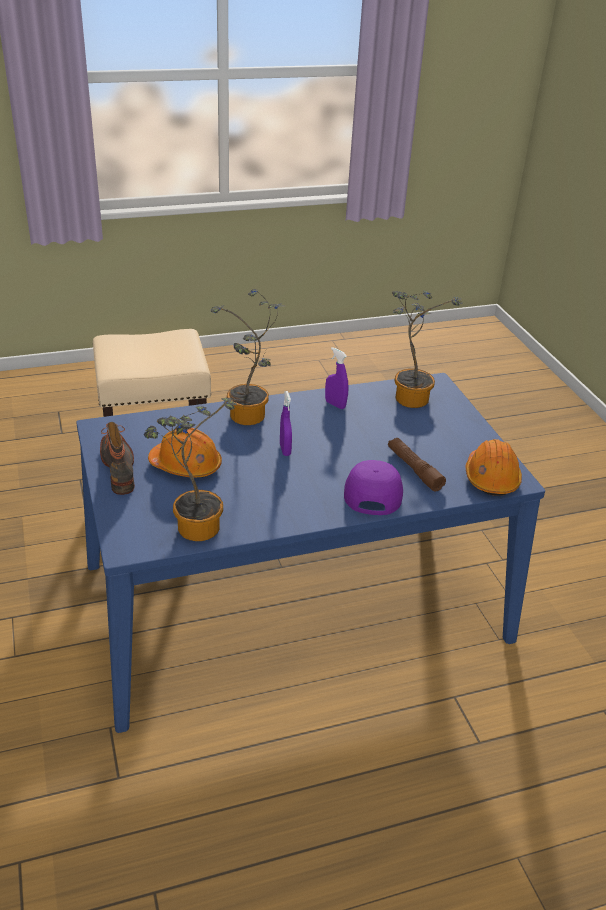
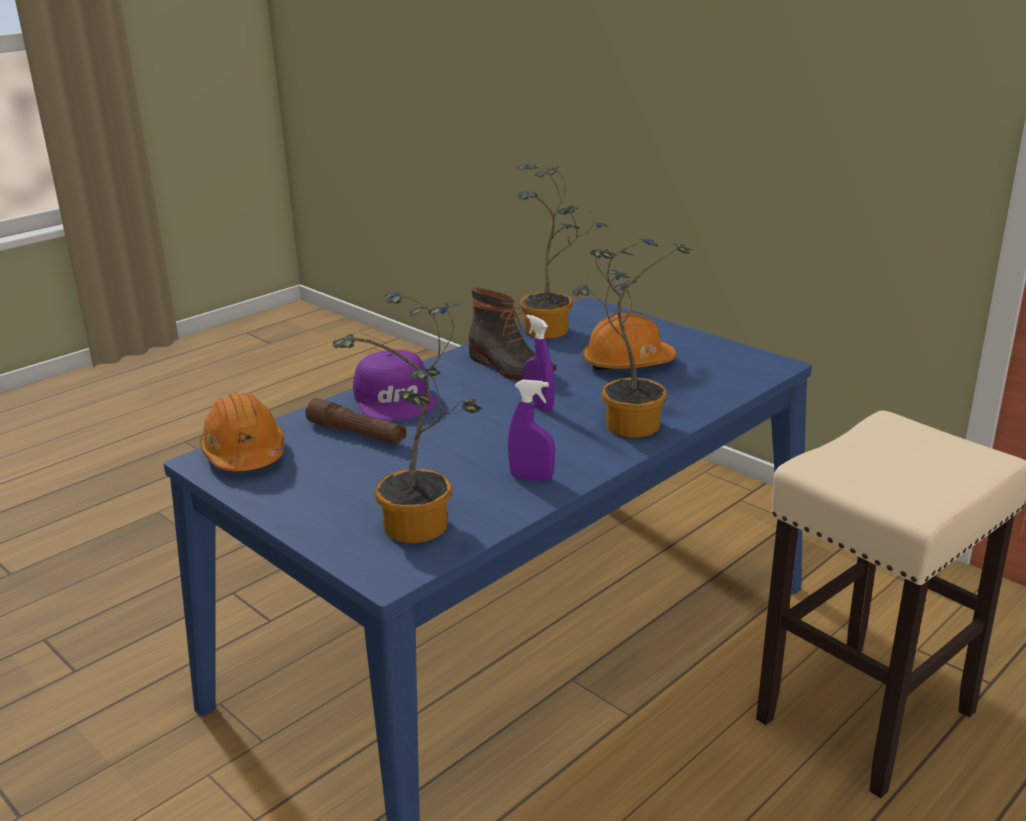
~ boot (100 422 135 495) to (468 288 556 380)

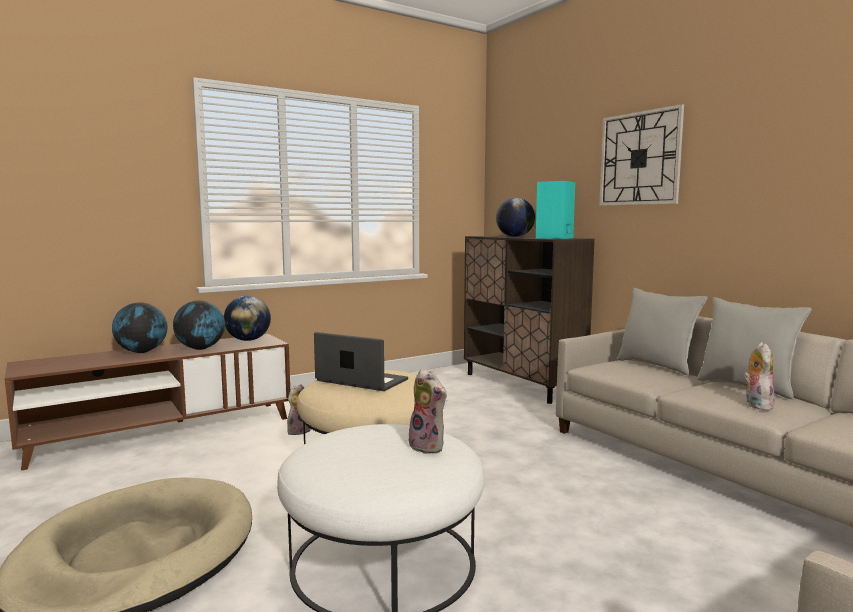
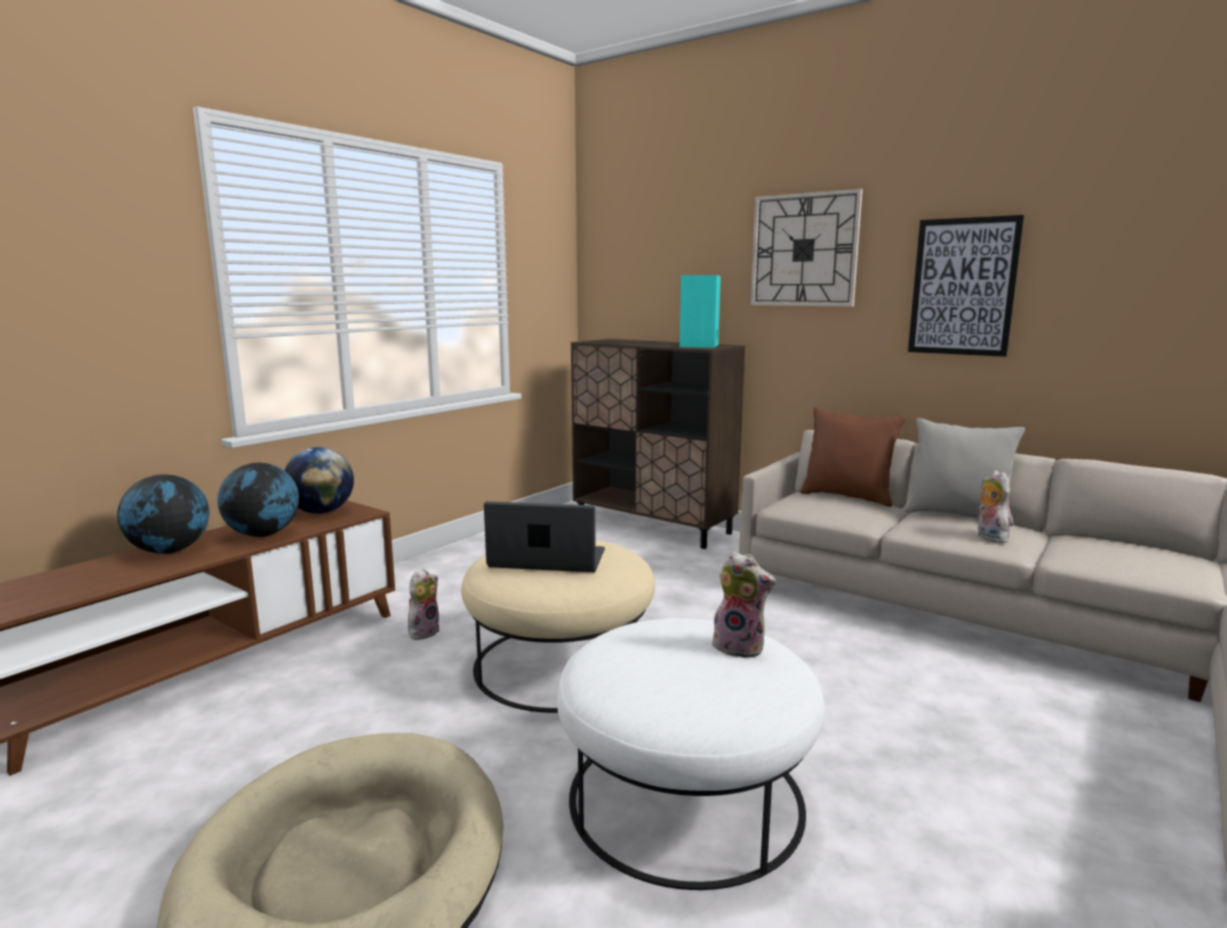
~ greyish cushion (617 288 708 375) to brownish cushion (800 407 906 507)
+ wall art (908 215 1024 357)
- globe (496 198 535 237)

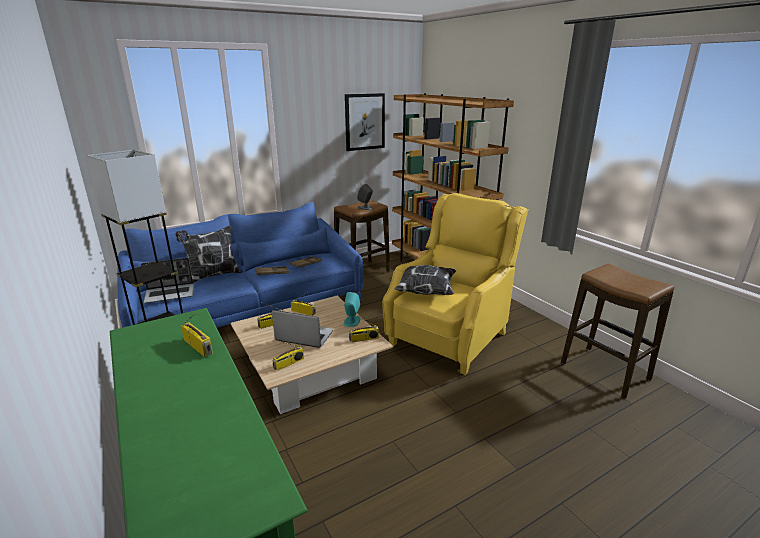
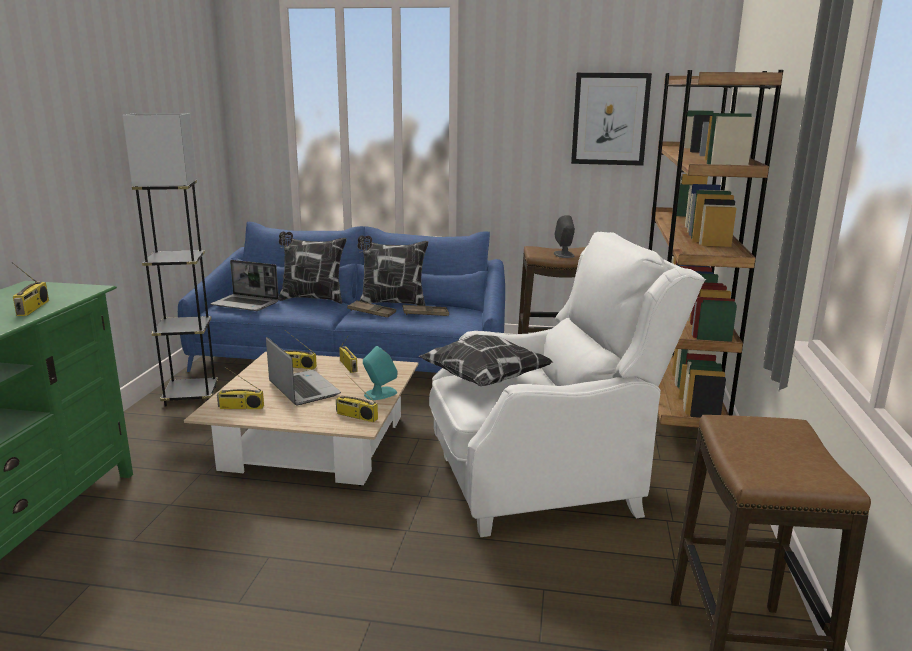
+ cushion (357 235 428 306)
~ yellowish armchair (382 193 529 375) to white armchair (429 232 706 537)

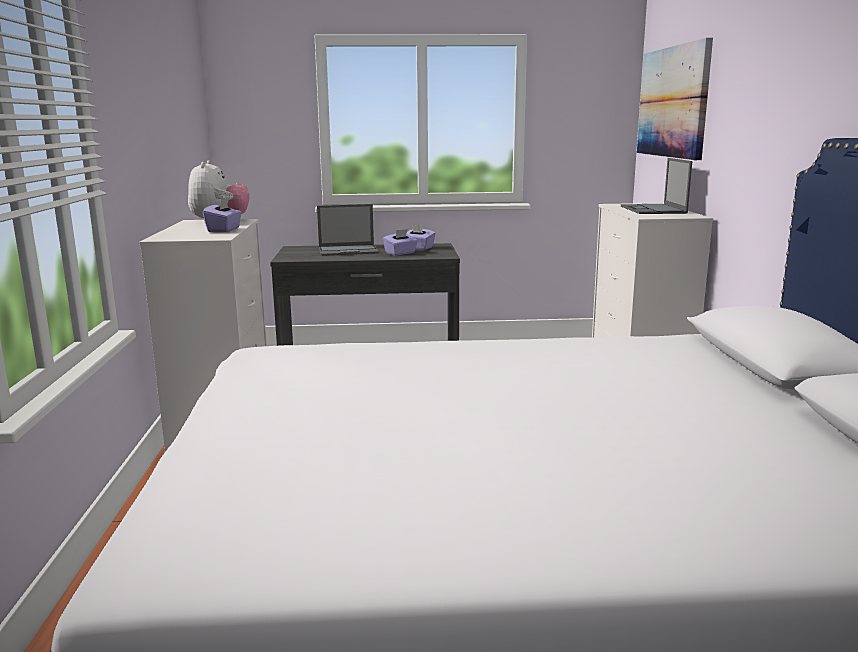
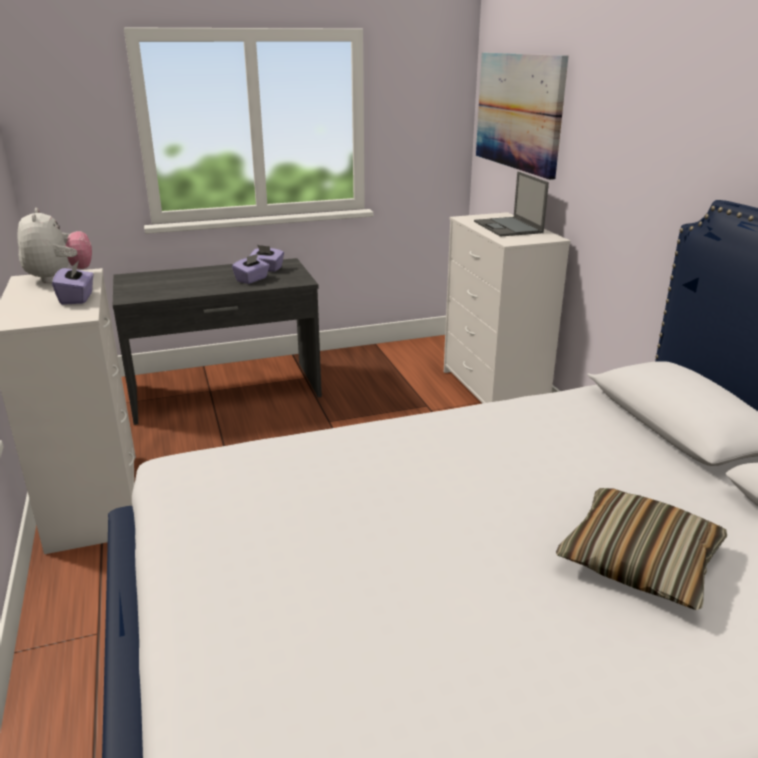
+ cushion (556 488 727 610)
- notebook computer (317 204 379 256)

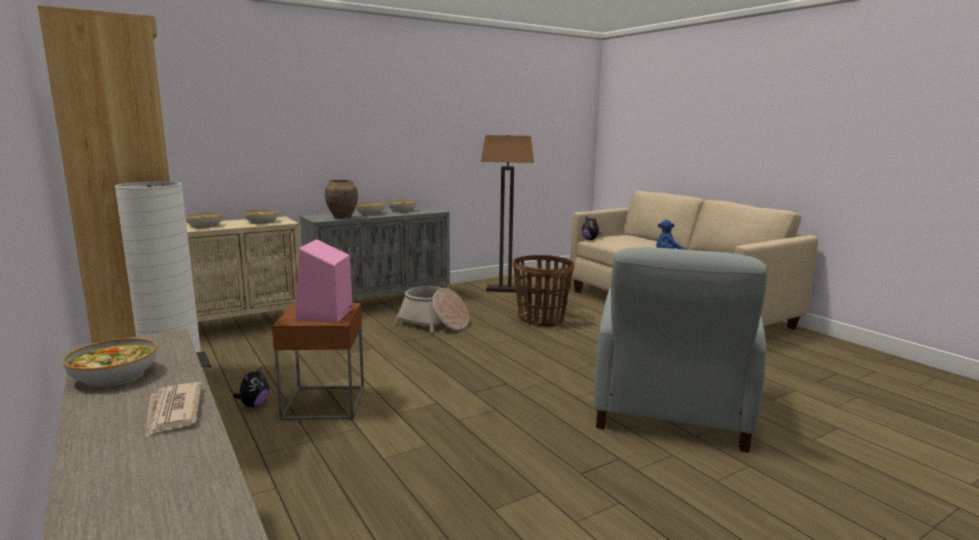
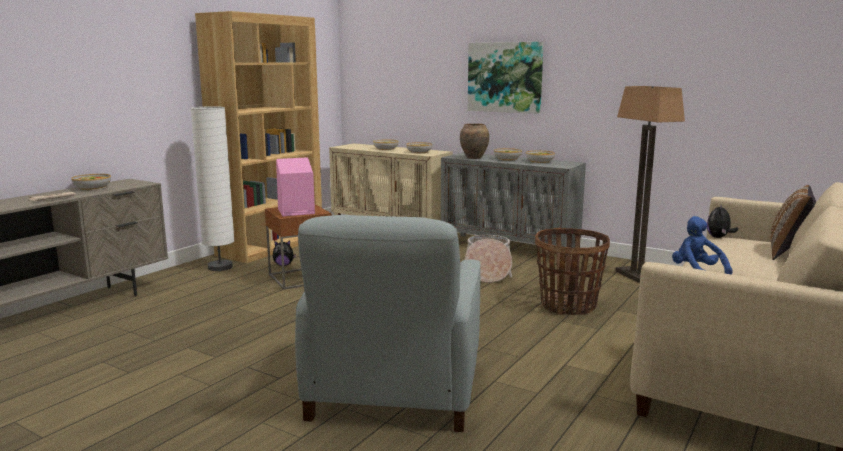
~ greyish armchair (594 247 767 453) = (295 215 481 432) 75 degrees counterclockwise
+ wall art (468 42 544 114)
+ brownish cushion (771 185 816 260)

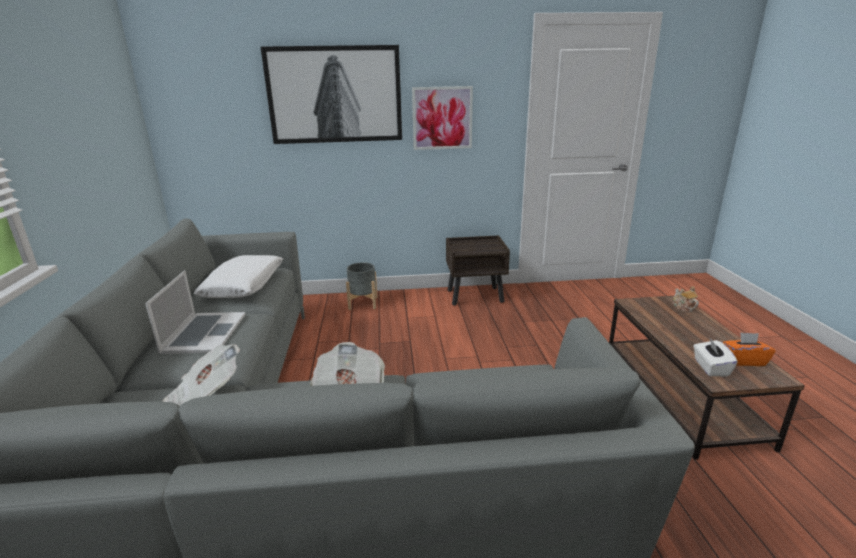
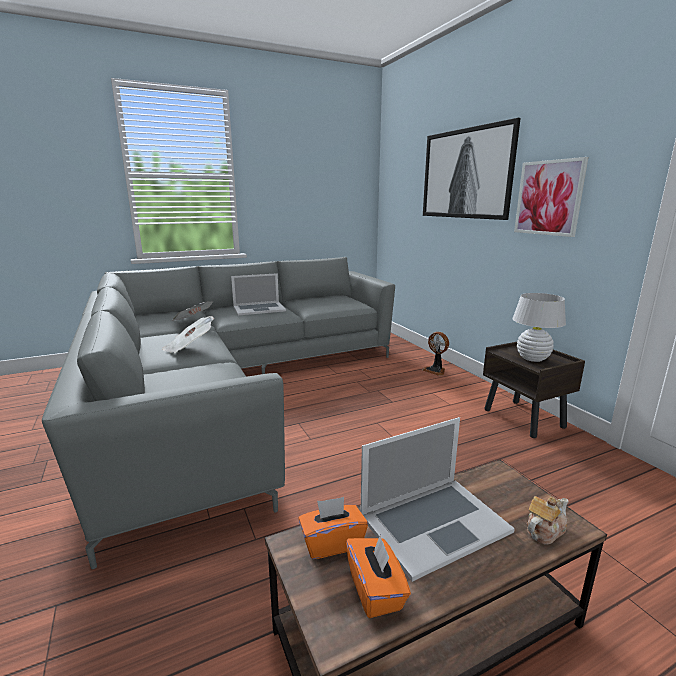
~ white tissue holder (693 338 737 377) to orange tissue holder (298 497 368 559)
+ notebook computer (361 417 515 582)
~ greyish plant pot (346 262 378 310) to fan (422 332 449 376)
+ white table lamp (512 293 566 362)
- white cushion (194 255 283 298)

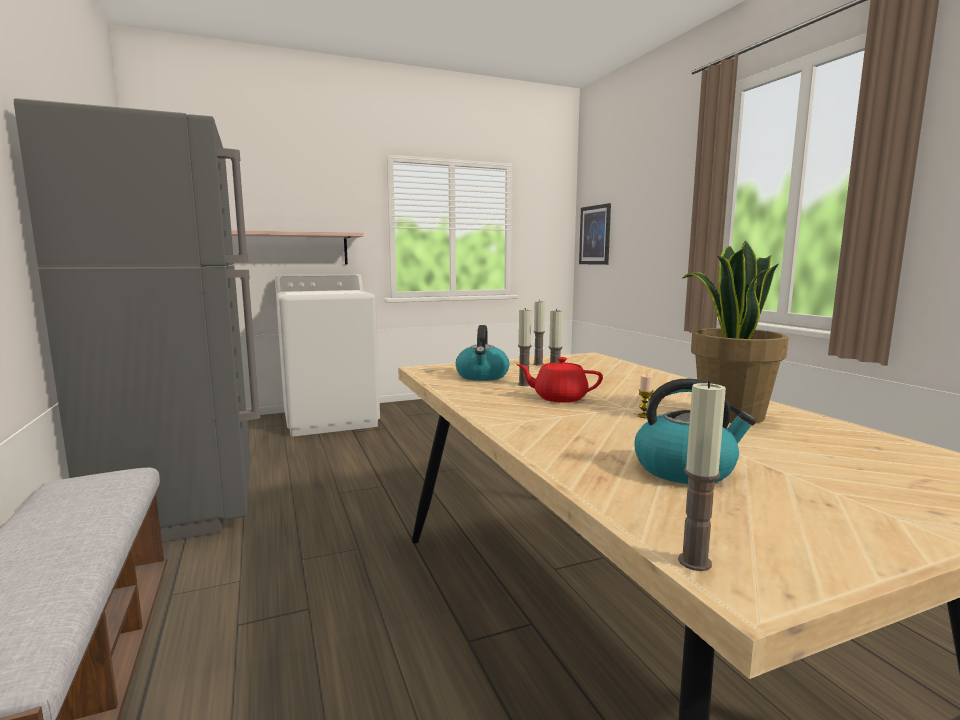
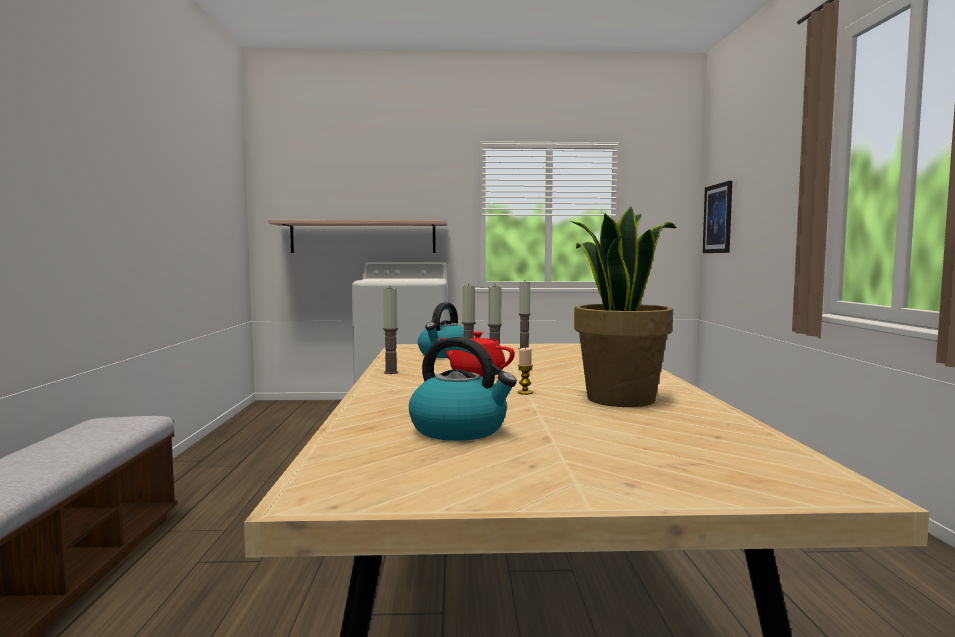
~ wax candle (678 380 726 571) to (383 288 399 374)
- greyish refrigerator (14 98 260 542)

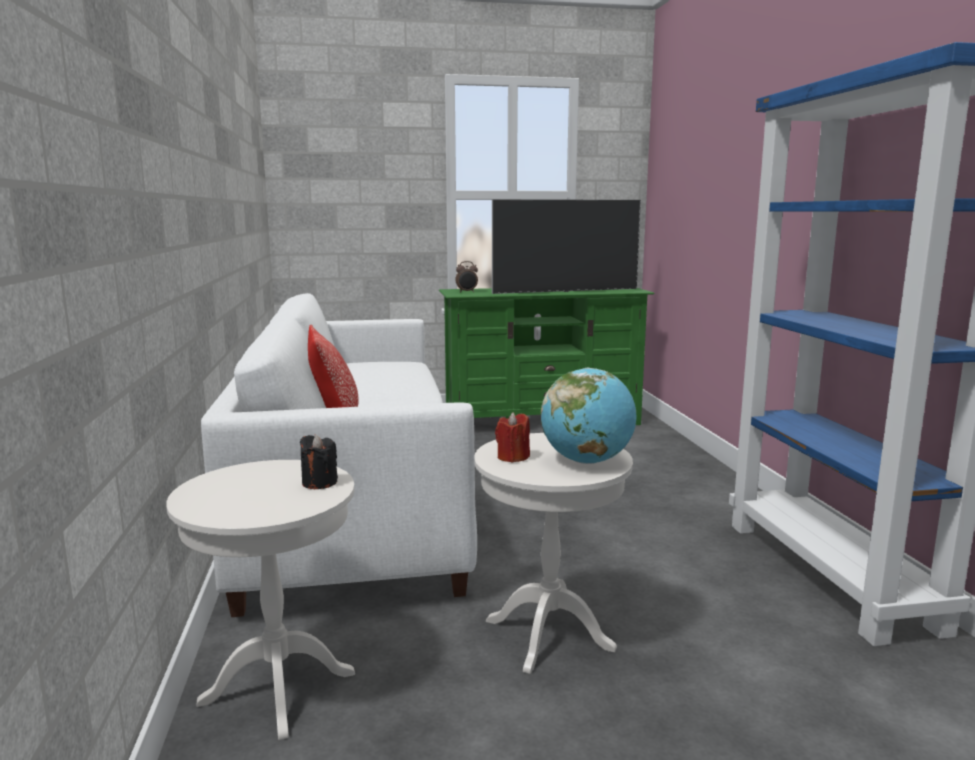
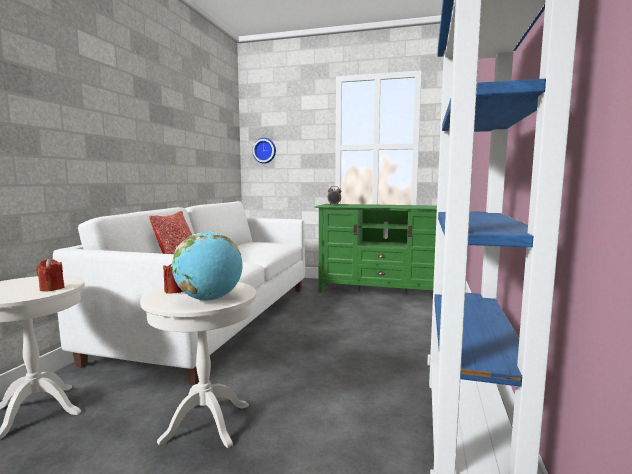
~ black-coloured wax candle (300 435 338 489) to red-coloured wax candle (36 258 65 291)
+ wall clock (252 138 276 164)
- television (492 197 641 294)

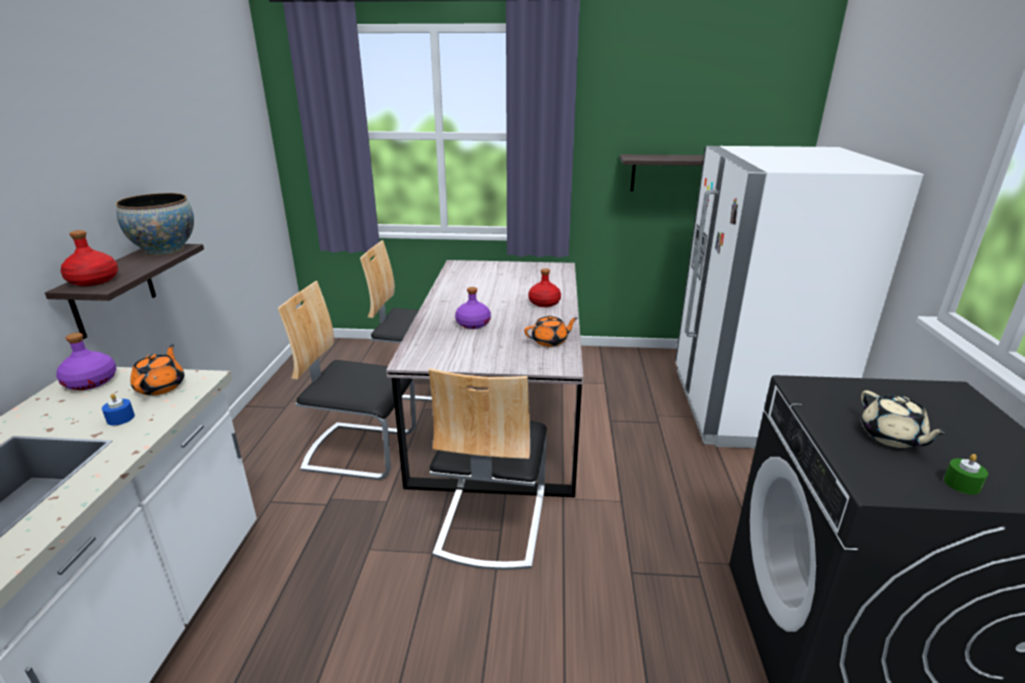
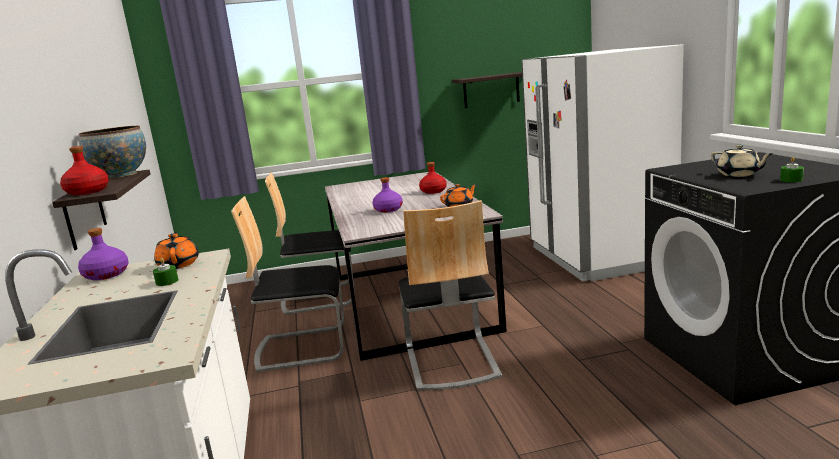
~ bluish wax candle (102 394 135 425) to green wax candle (153 258 178 286)

